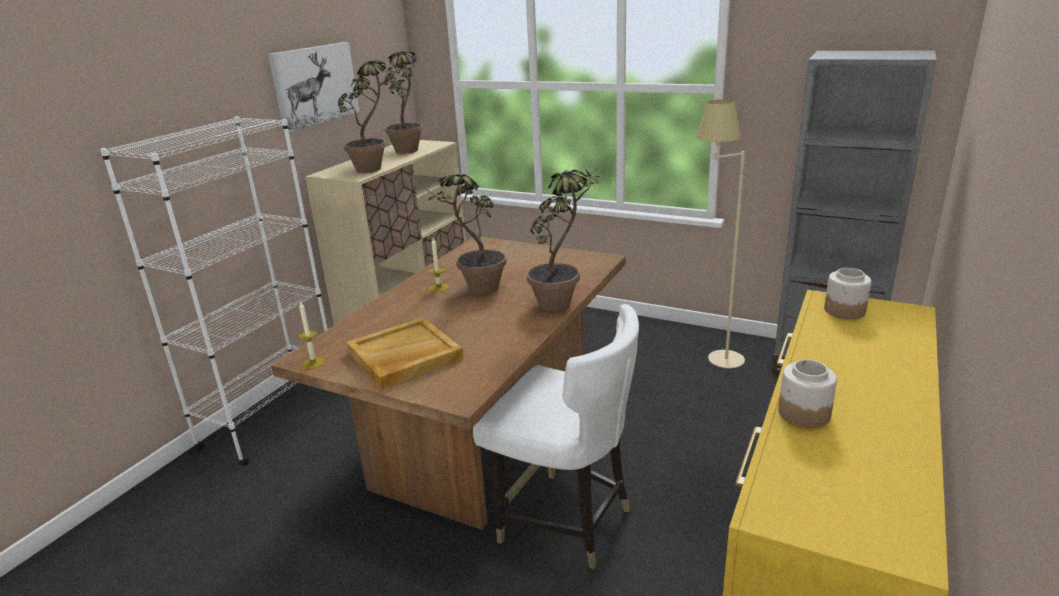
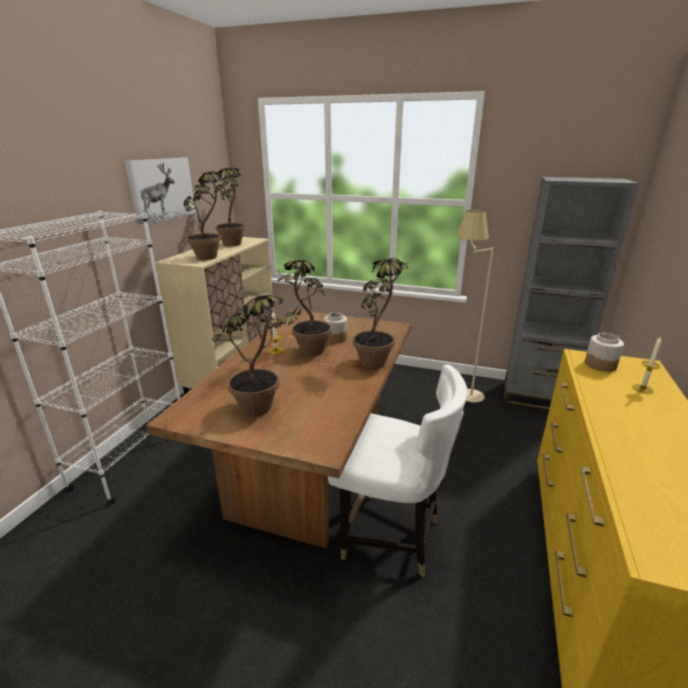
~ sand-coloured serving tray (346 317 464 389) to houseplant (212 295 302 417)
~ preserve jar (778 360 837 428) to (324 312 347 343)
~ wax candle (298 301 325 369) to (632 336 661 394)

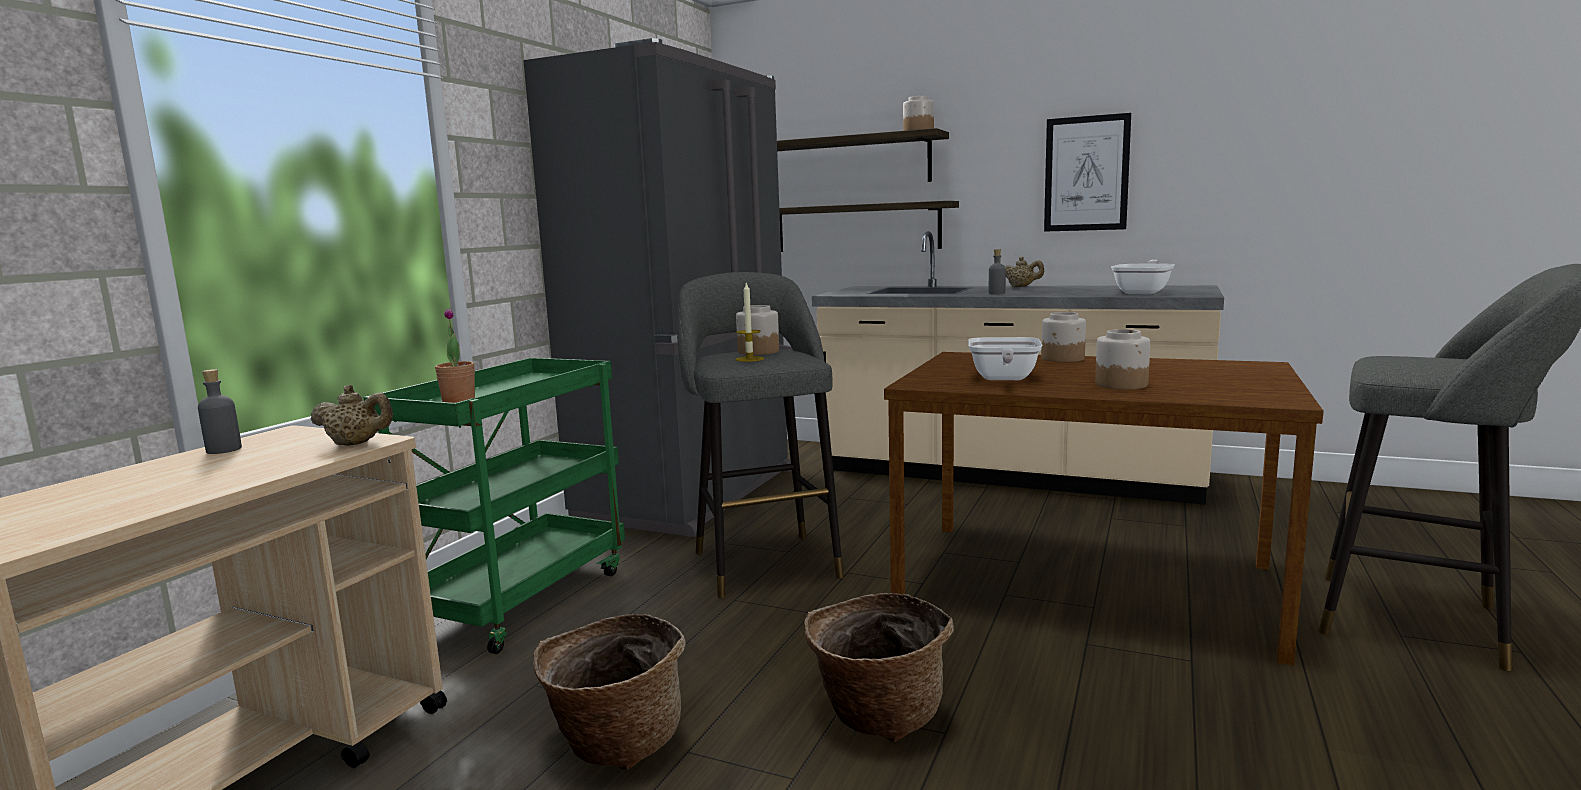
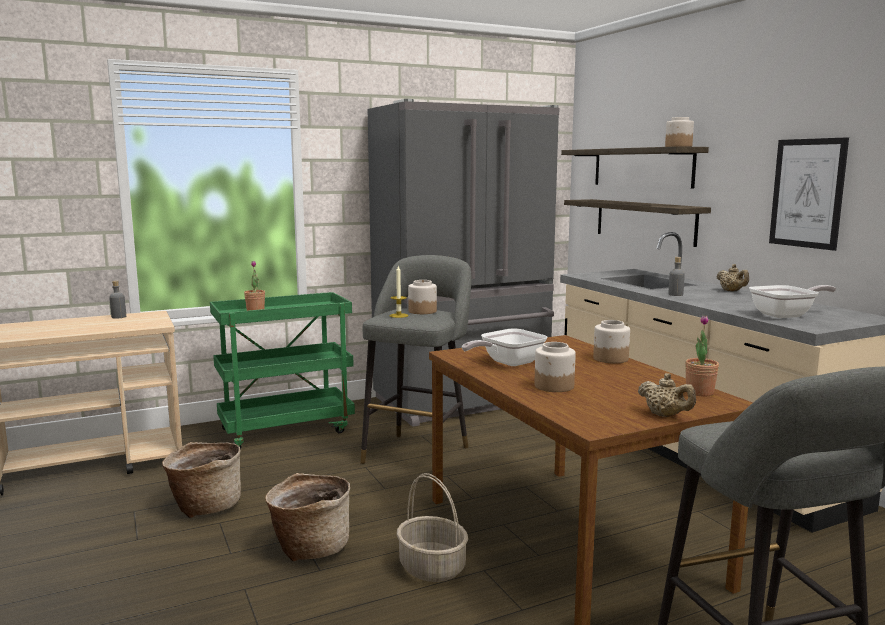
+ storage basket (397 473 468 582)
~ sand-coloured teapot (310 385 393 446) to (638 373 696 417)
+ houseplant (685 315 719 397)

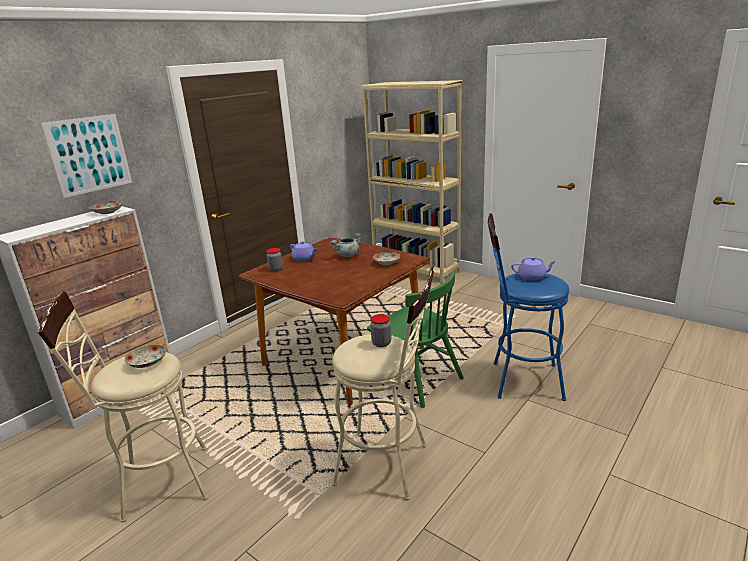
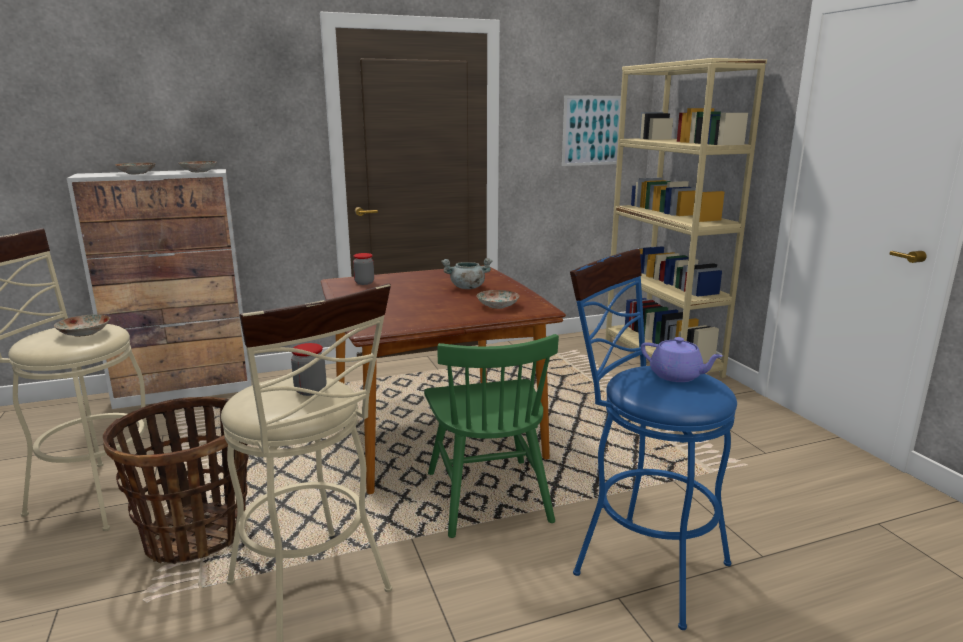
+ storage basket (103 397 249 564)
+ dinner plate (115 162 156 174)
~ wall art (41 114 132 198) to (562 95 621 166)
- purple teapot (290 241 317 262)

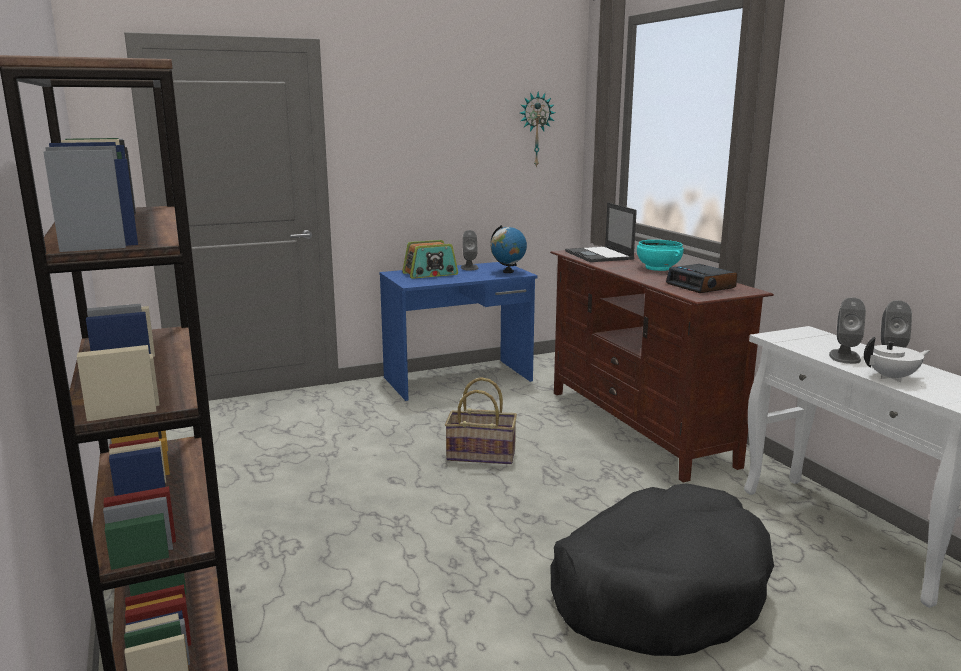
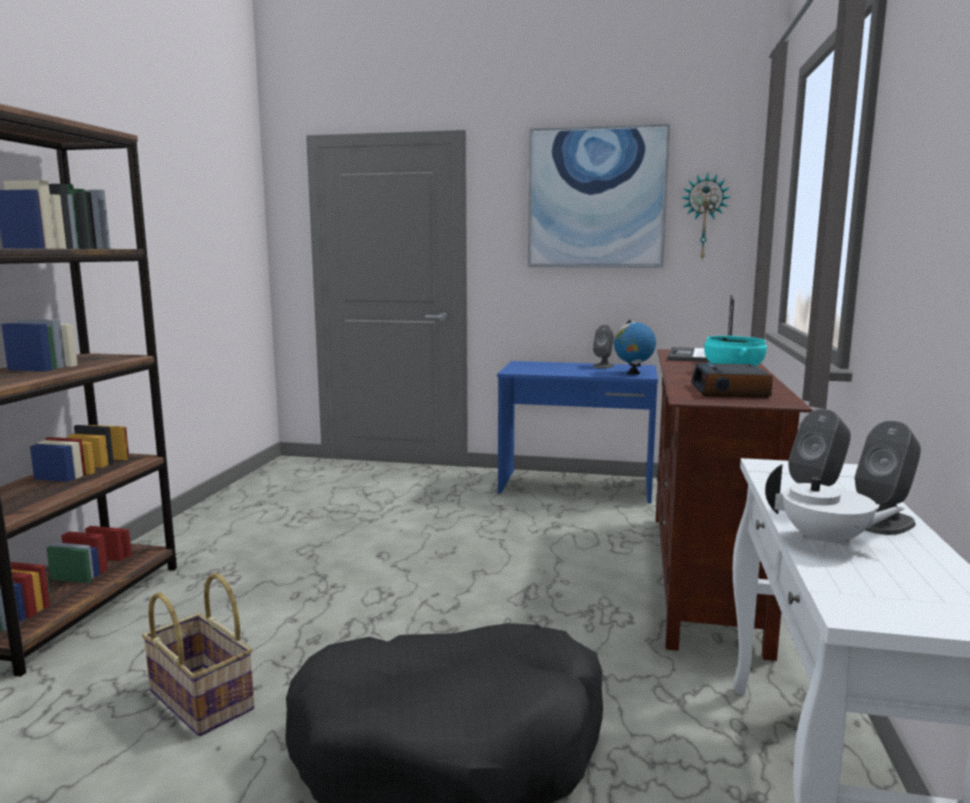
~ storage basket (445 377 517 464) to (142 573 255 736)
+ wall art (528 124 670 268)
- radio set (402 240 458 279)

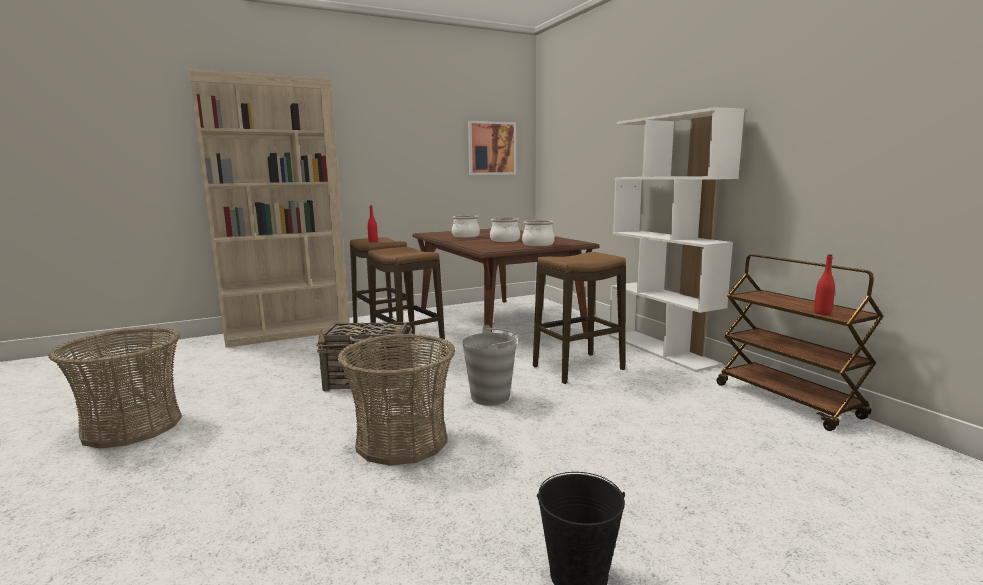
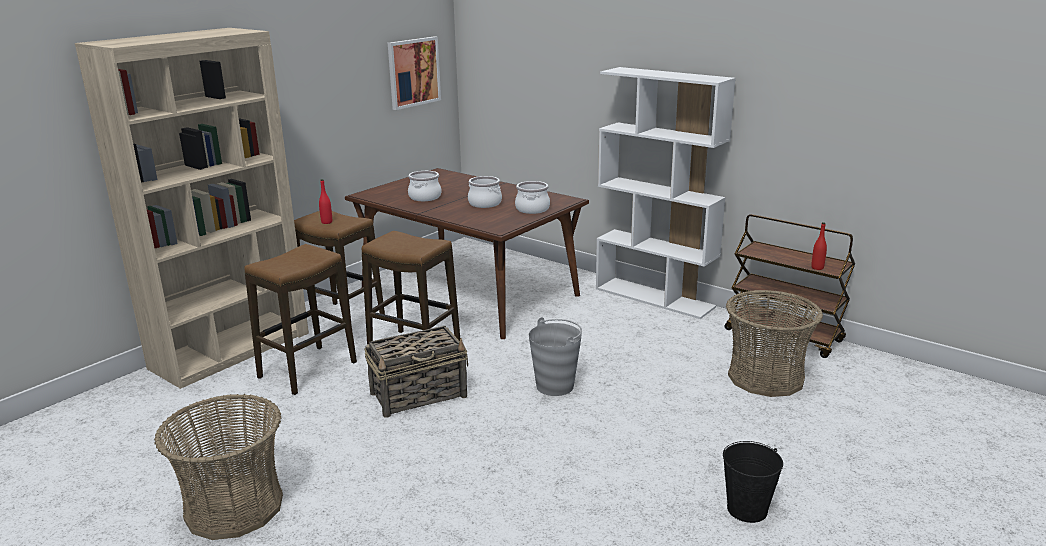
~ sitting stool (533 252 626 384) to (244 244 357 395)
~ storage basket (337 334 455 466) to (726 290 823 397)

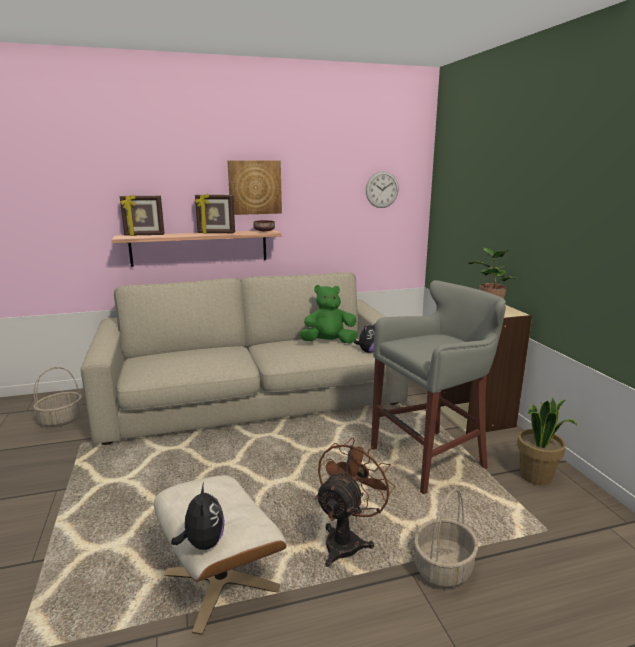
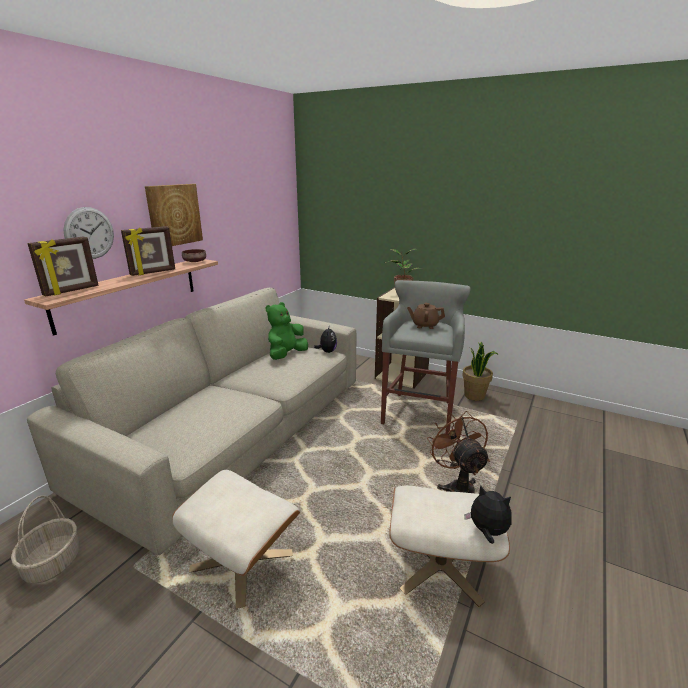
~ wall clock (366 171 399 208) to (63 207 114 259)
+ sand-coloured ottoman (172 470 300 609)
+ brownish teapot (407 303 445 329)
- storage basket (414 489 478 587)

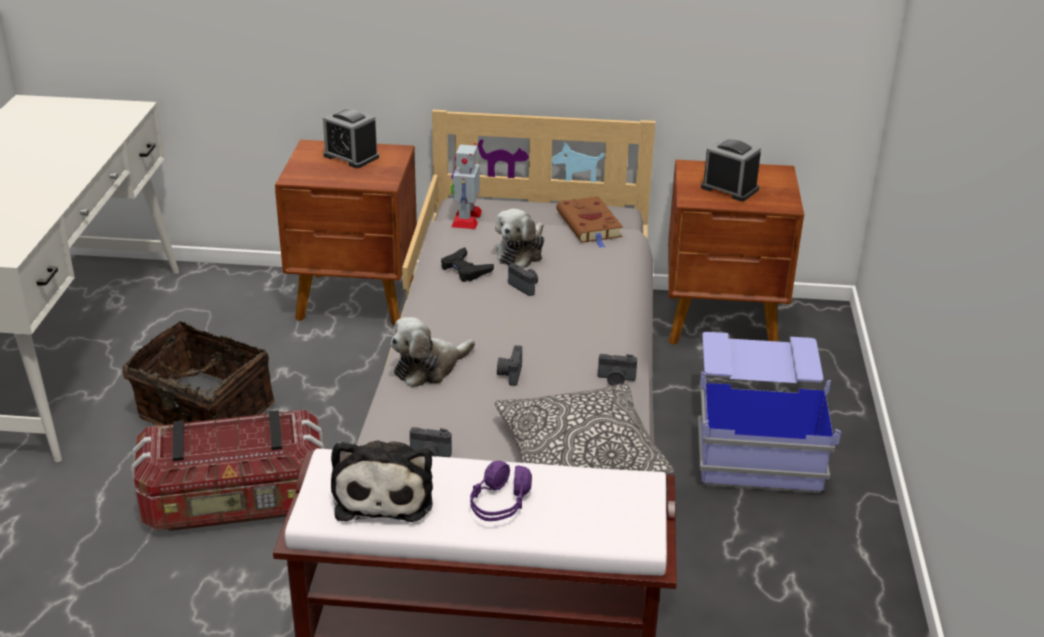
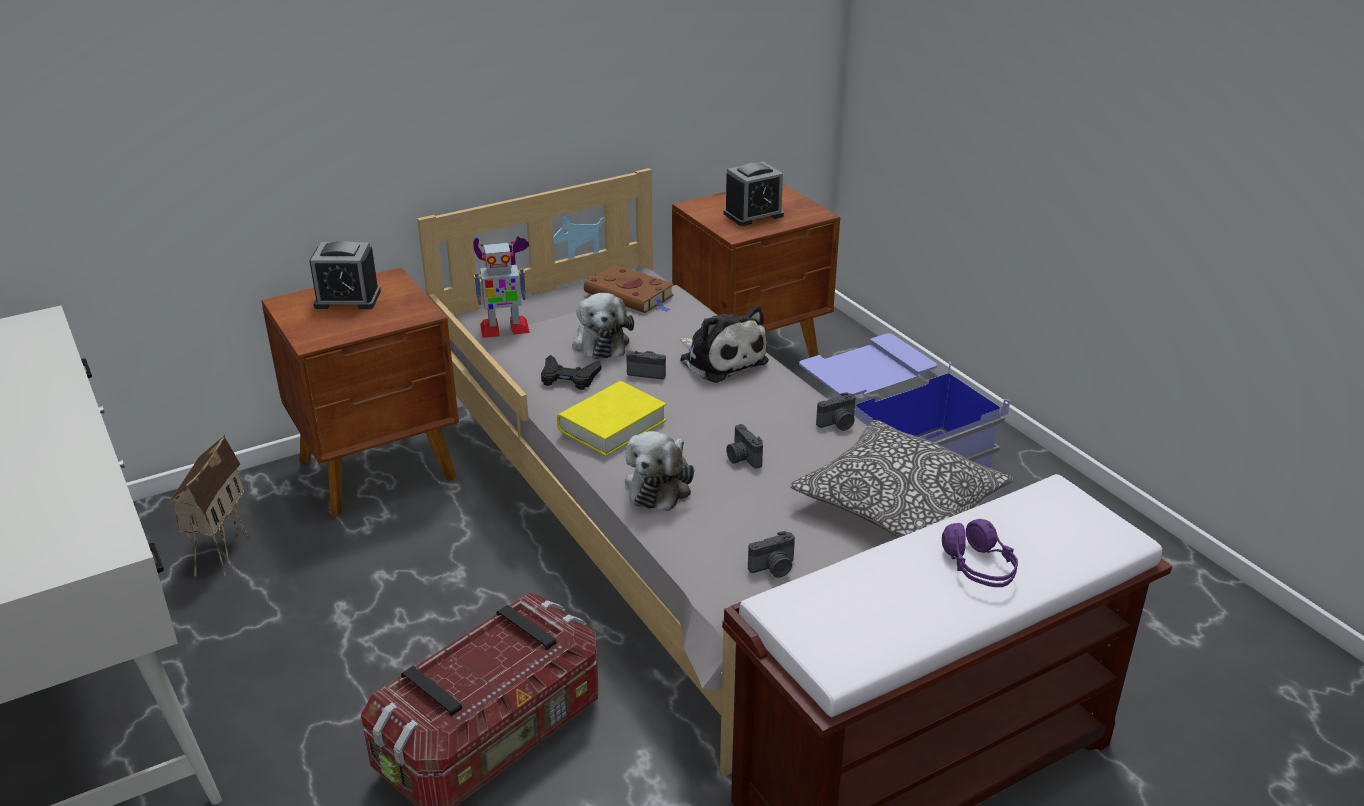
+ model house (167 435 249 577)
~ robot figure (451 143 482 229) = (474 241 530 338) 75 degrees counterclockwise
+ yellowish book (557 381 667 456)
~ soft toy (331 440 433 522) to (680 306 769 383)
~ table clock (701 137 761 201) = (724 162 784 226) 150 degrees clockwise
- storage basket (123 321 275 426)

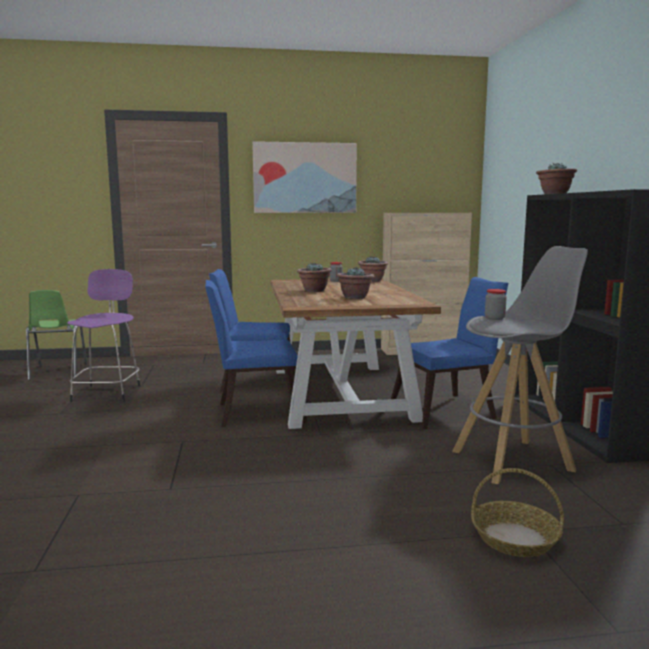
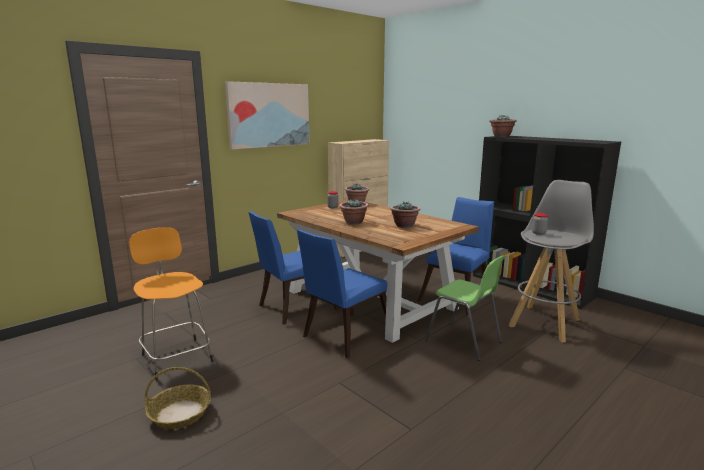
~ purple sitting stool (67 269 140 402) to orange sitting stool (129 227 213 380)
~ storage basket (471 468 564 557) to (145 367 211 429)
~ green plain chair (26 290 87 380) to (425 255 505 361)

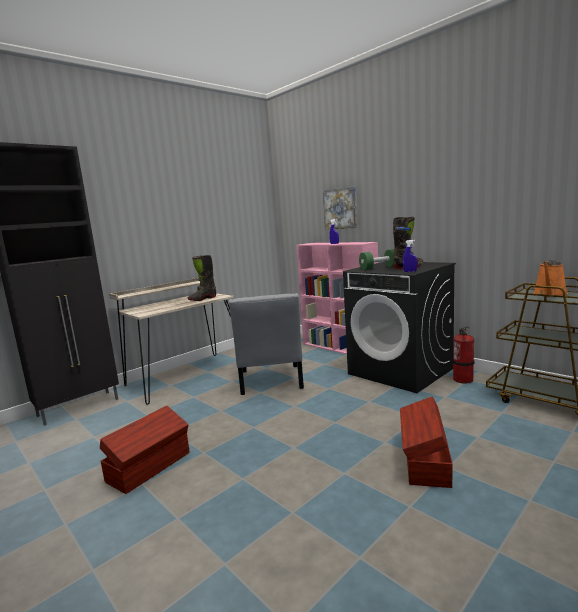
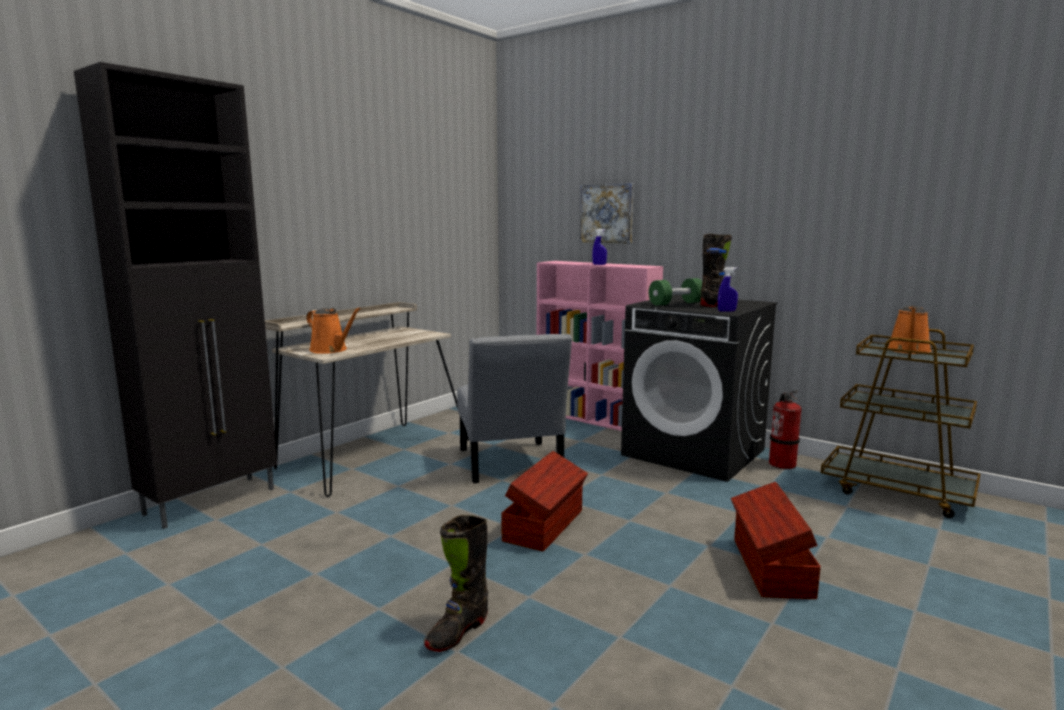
+ orange watering can (306 308 361 354)
~ black-coloured boot (188 255 216 301) to (424 515 488 652)
~ brownish storage container (100 406 190 494) to (501 451 588 552)

